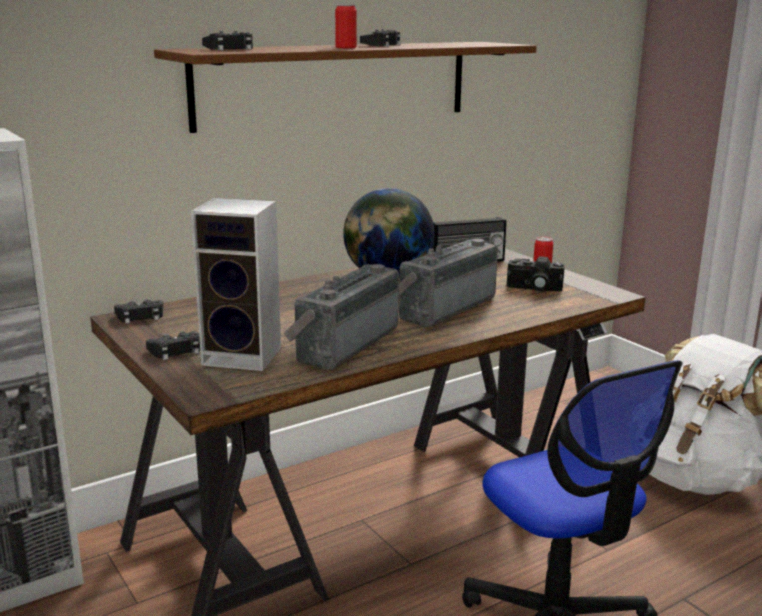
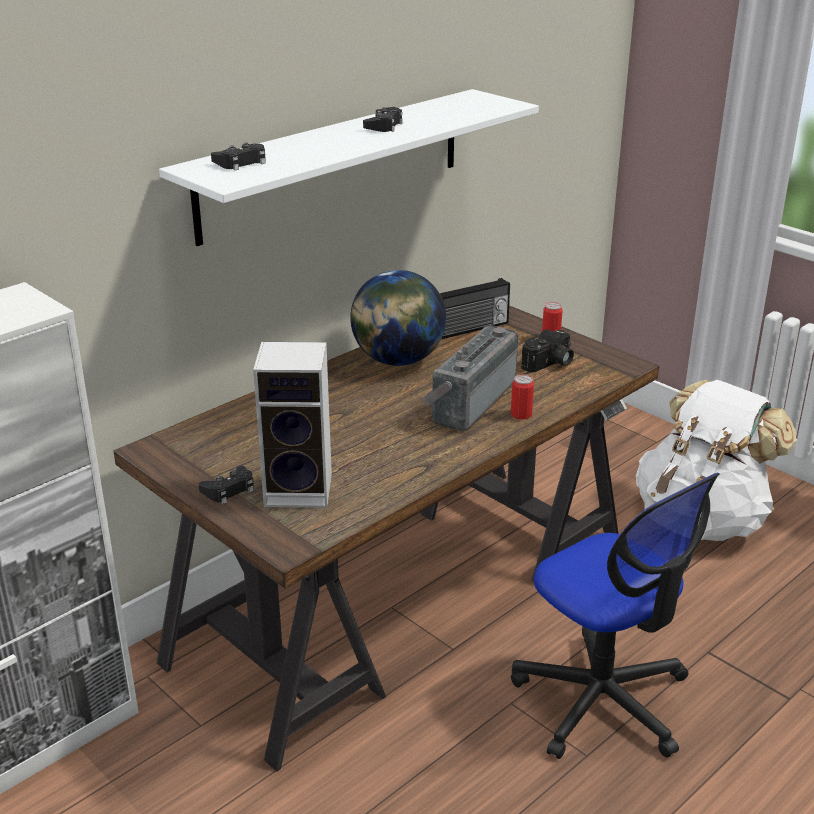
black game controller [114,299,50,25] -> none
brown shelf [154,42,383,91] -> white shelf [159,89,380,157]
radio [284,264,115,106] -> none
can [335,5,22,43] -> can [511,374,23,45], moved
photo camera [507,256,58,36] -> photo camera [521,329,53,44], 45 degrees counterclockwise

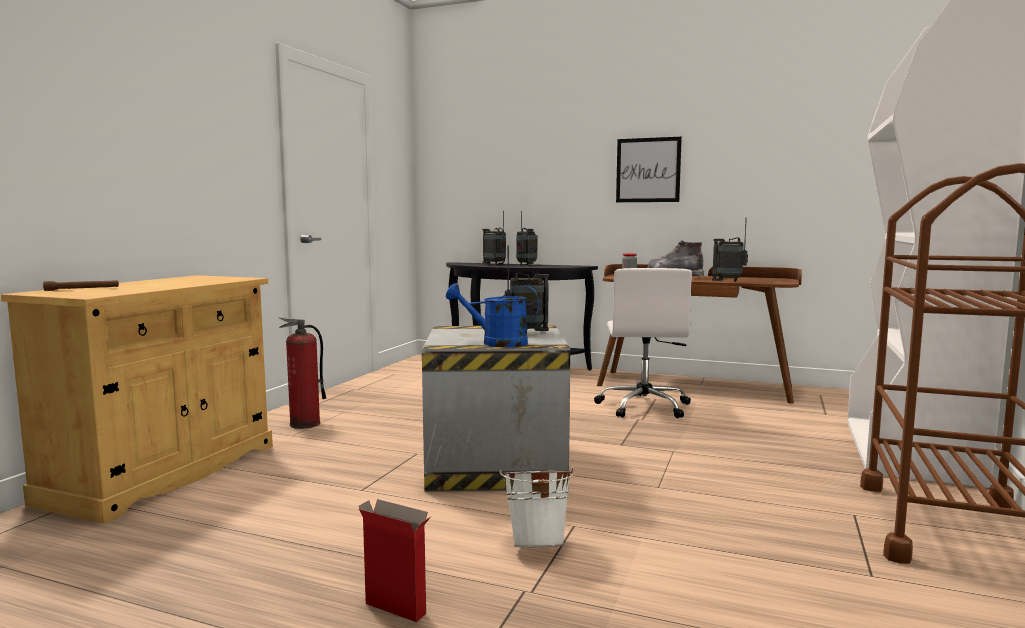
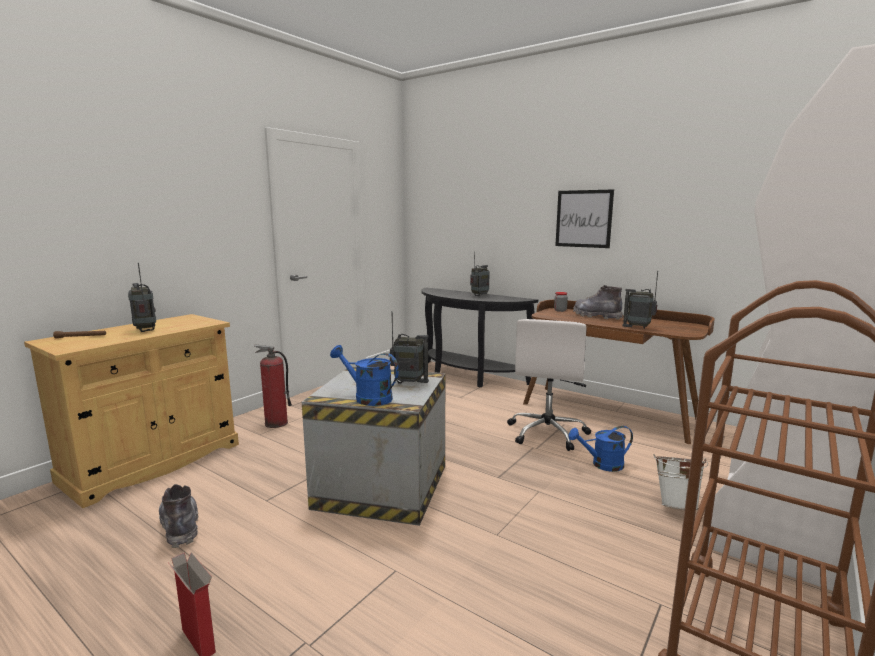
radio [482,211,24,54] -> radio [128,263,28,69], moved
white bucket [500,467,75,81] -> white bucket [653,454,55,56], moved
none -> grey boot [159,484,39,64]
none -> blue watering can [568,426,65,46]

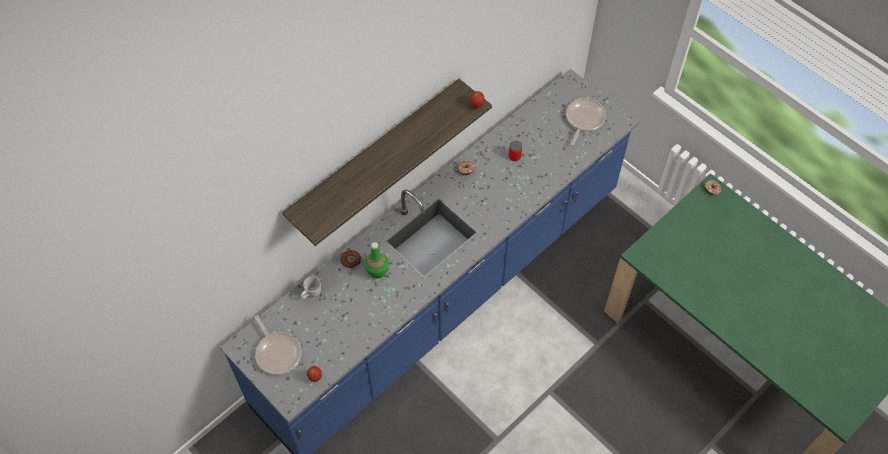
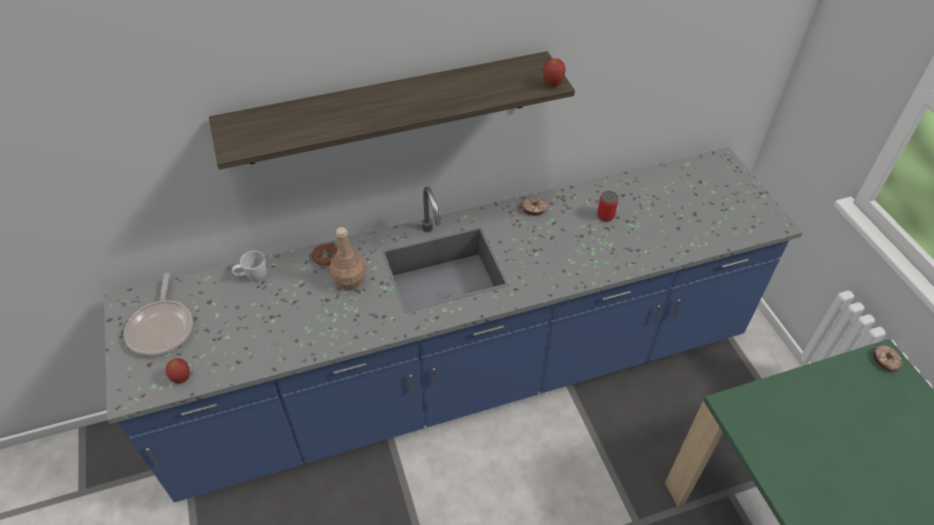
green bottle [365,242,24,36] -> brown bottle [330,227,36,64]
frying pan [566,98,40,47] -> none

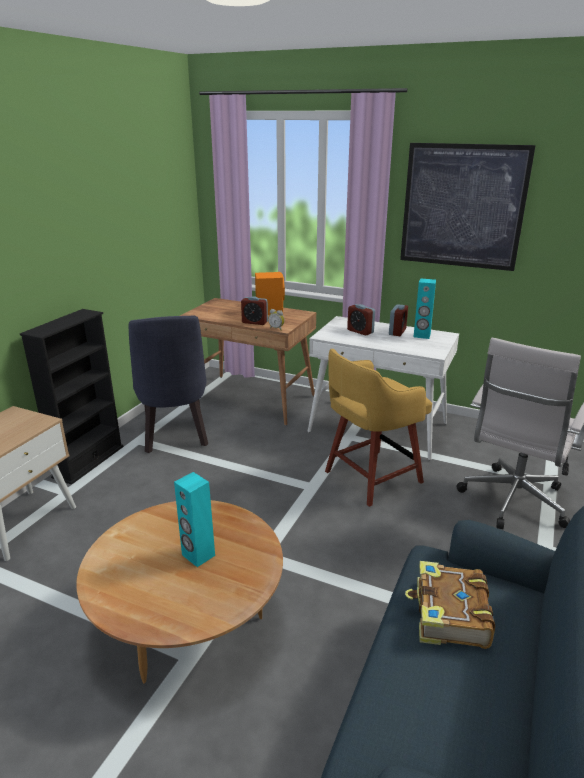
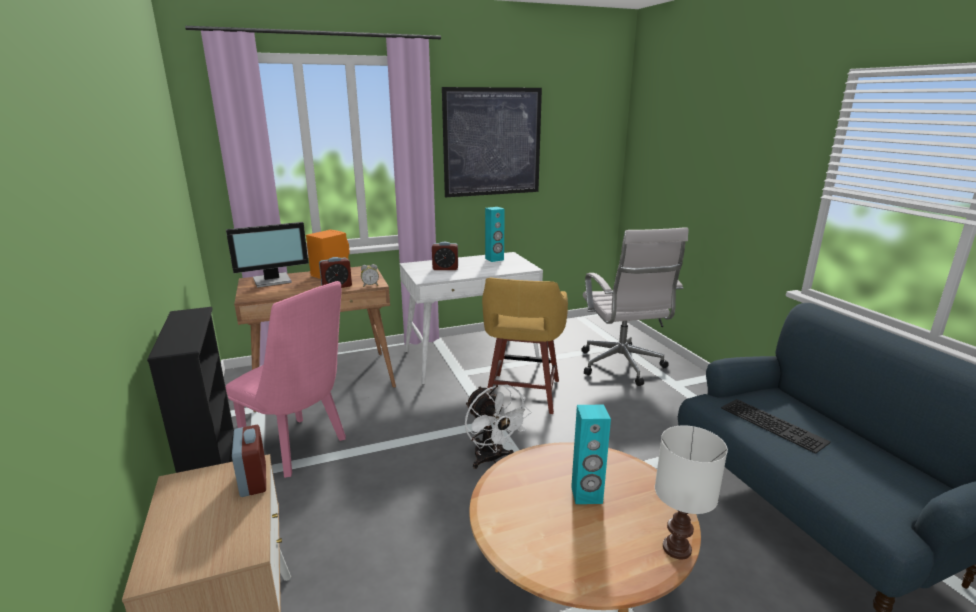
blue chair [129,316,79,137] -> pink chair [226,281,120,197]
alarm clock [389,304,19,32] -> alarm clock [232,425,34,72], moved
book [405,561,90,88] -> keyboard [721,399,110,55]
none -> monitor [226,222,83,66]
none -> white fan [465,385,66,84]
none -> white table lamp [655,425,73,134]

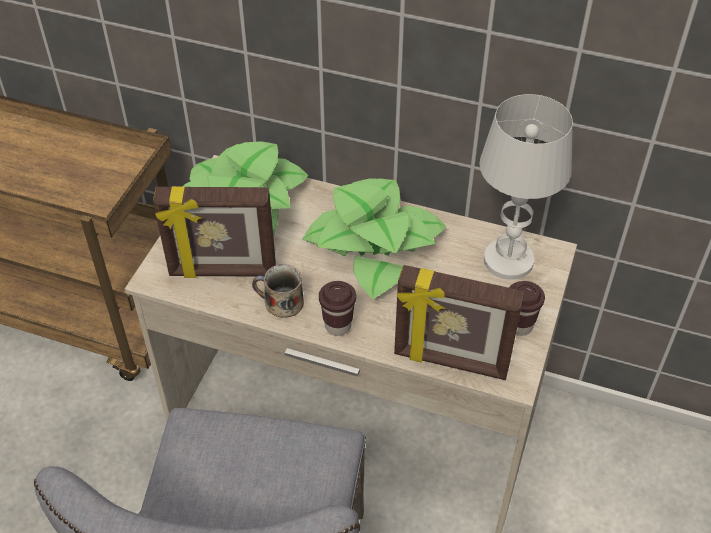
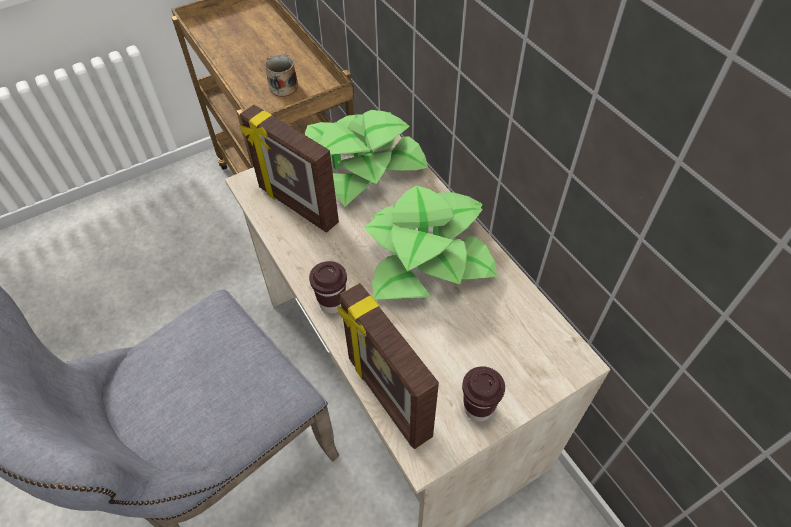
mug [252,264,52,53] -> mug [265,54,33,43], moved
white table lamp [479,94,94,186] -> none

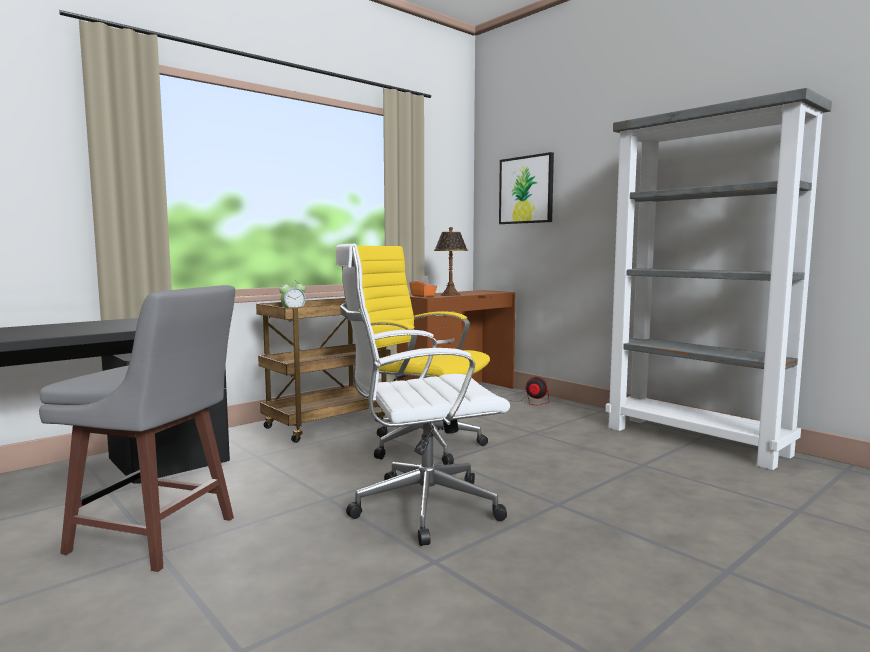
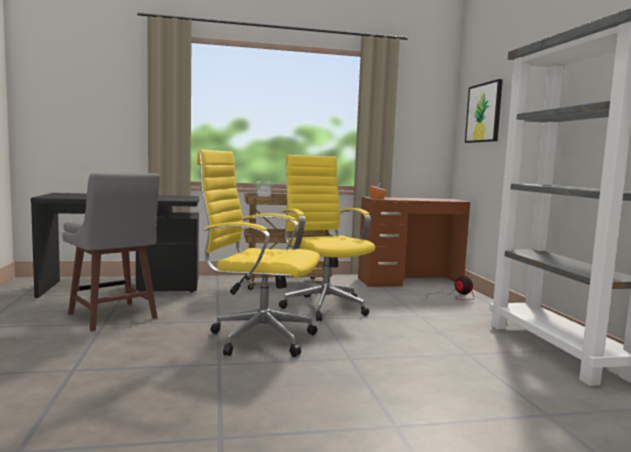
white office chair [336,244,174,302] -> yellow office chair [196,149,124,208]
table lamp [434,227,34,69] -> none

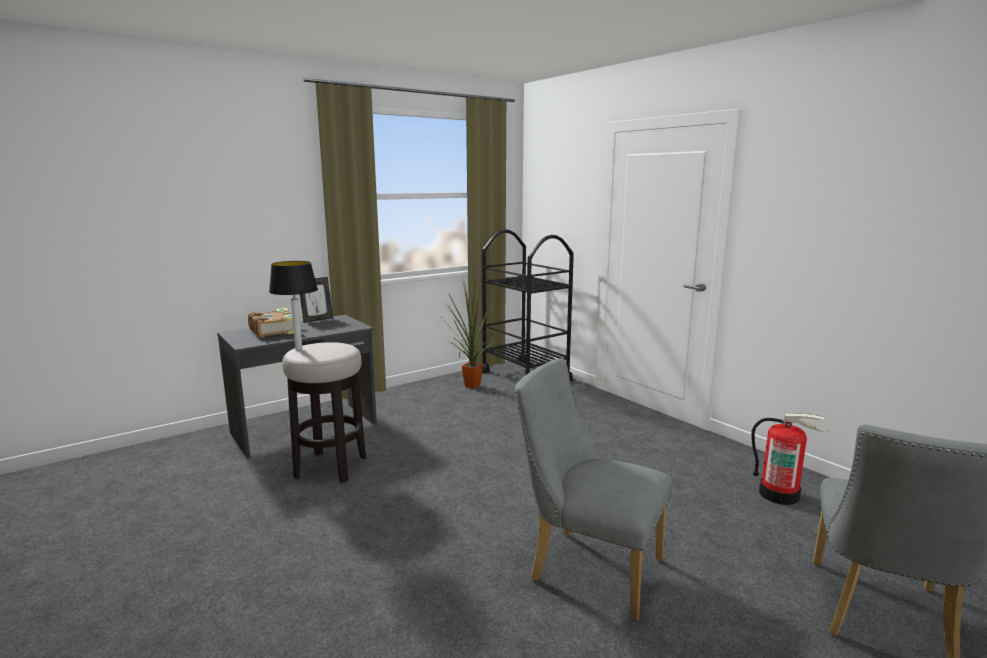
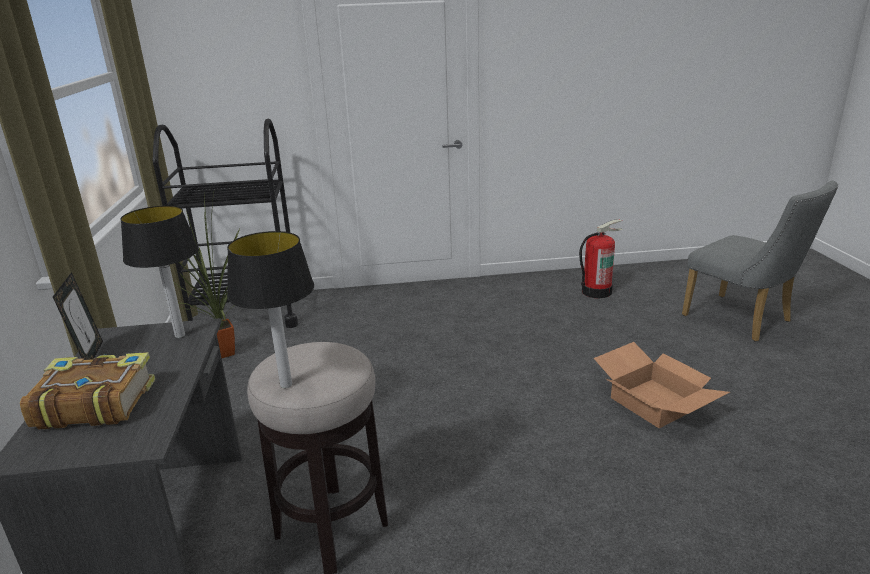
grey chair [514,358,158,263] -> cardboard box [594,342,136,87]
none -> table lamp [120,206,78,132]

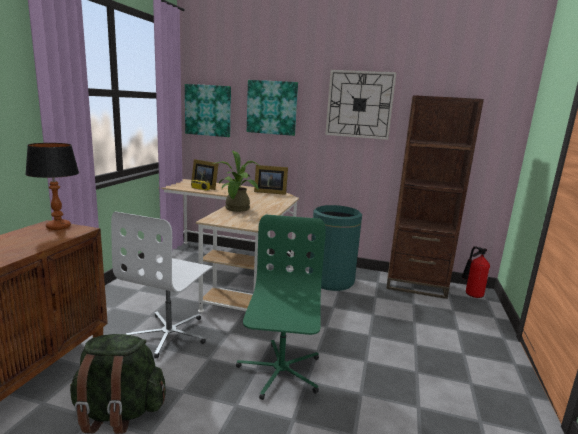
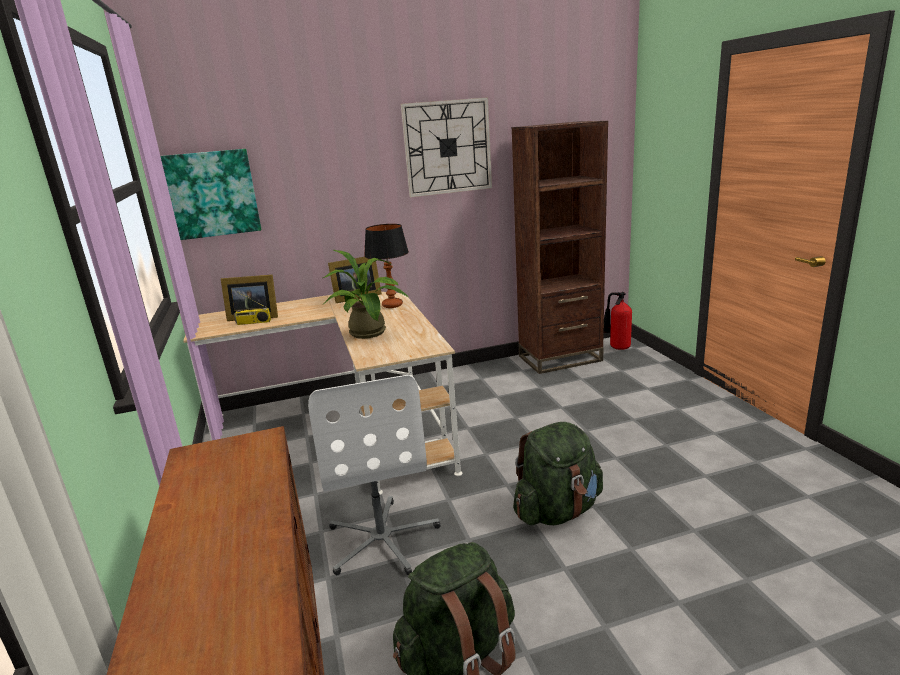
table lamp [25,143,54,87] -> table lamp [364,224,45,84], moved
green office chair [236,214,90,186] -> green backpack [513,422,90,103]
picture [247,80,51,56] -> none
green trash can [309,205,53,86] -> none

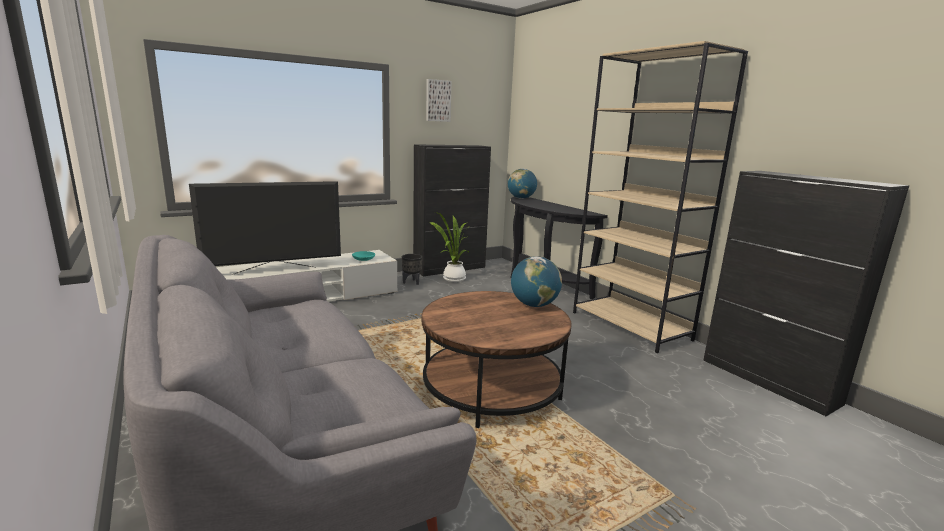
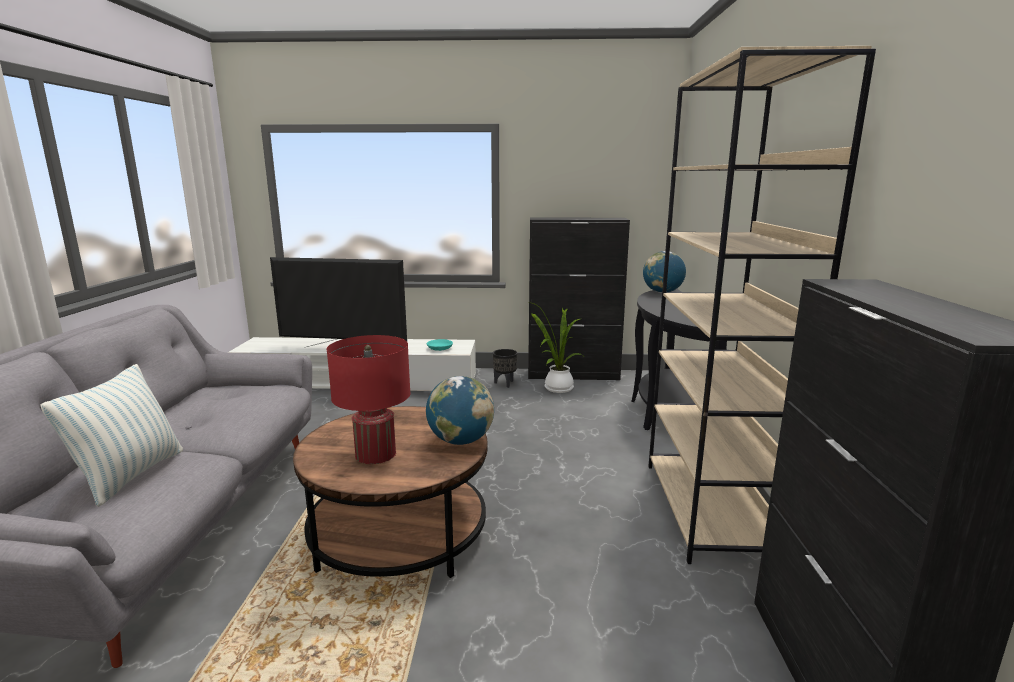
picture [426,79,26,43] -> none
none -> pillow [40,364,143,143]
none -> red table lamp [327,335,84,129]

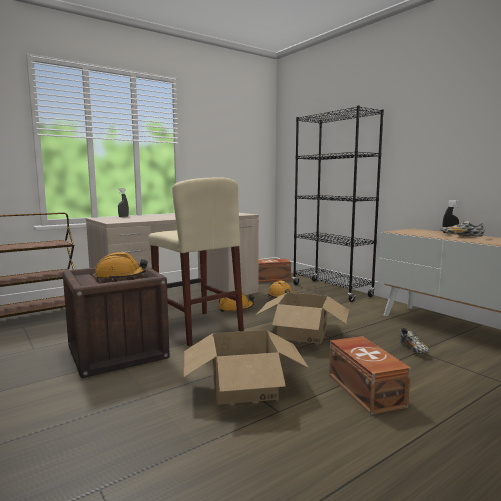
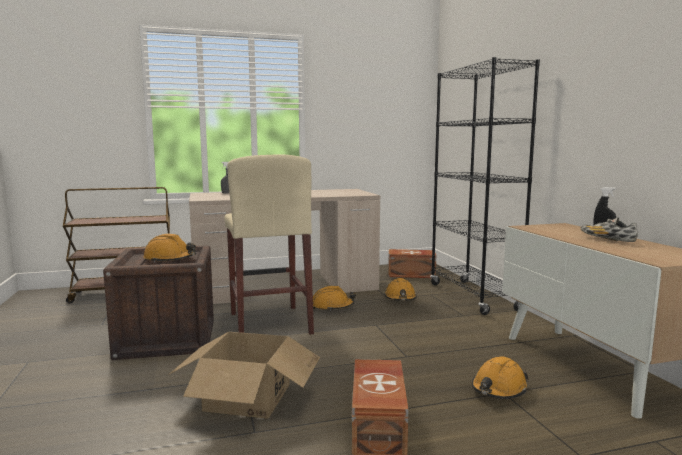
cardboard box [256,293,93,51] -> none
shoe [399,328,31,26] -> orange hard hat [471,357,58,42]

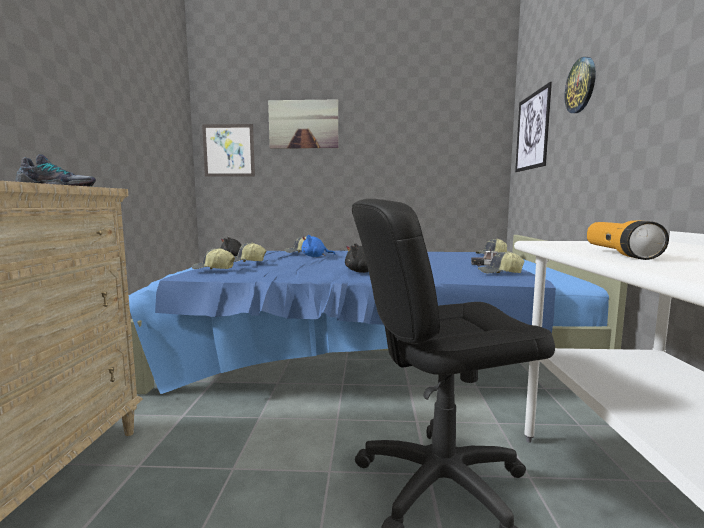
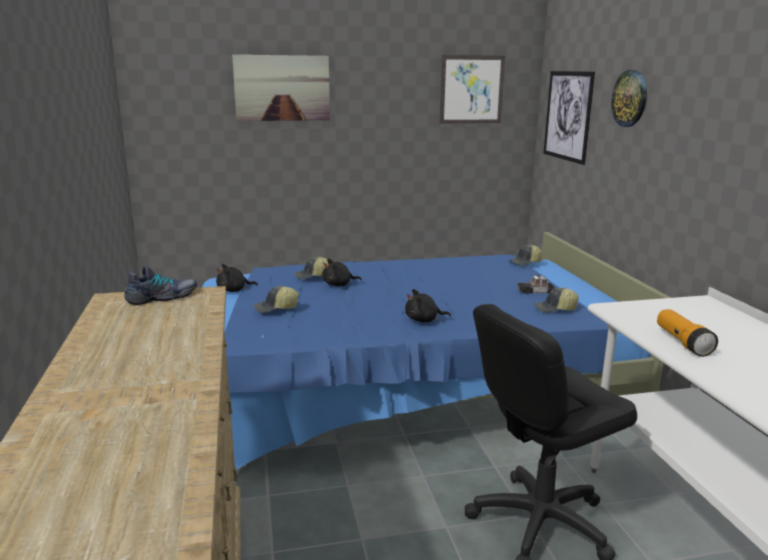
cap [192,248,43,21] -> none
picture [202,124,53,53] -> picture [439,55,66,69], moved
blue plush toy [301,235,34,22] -> black plush toy [322,258,40,28]

